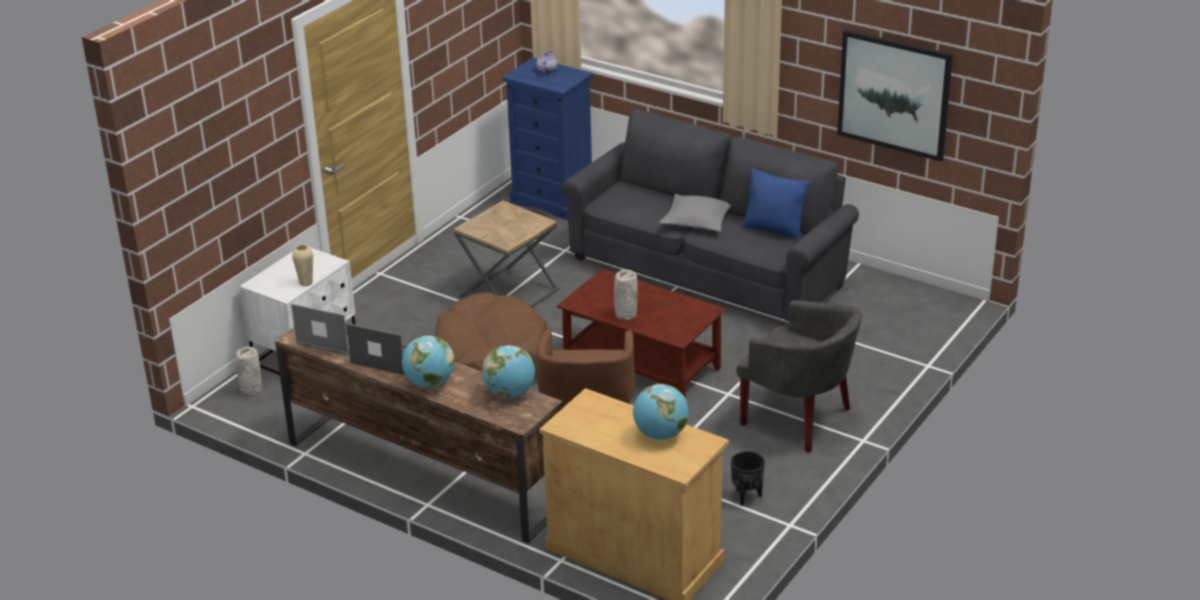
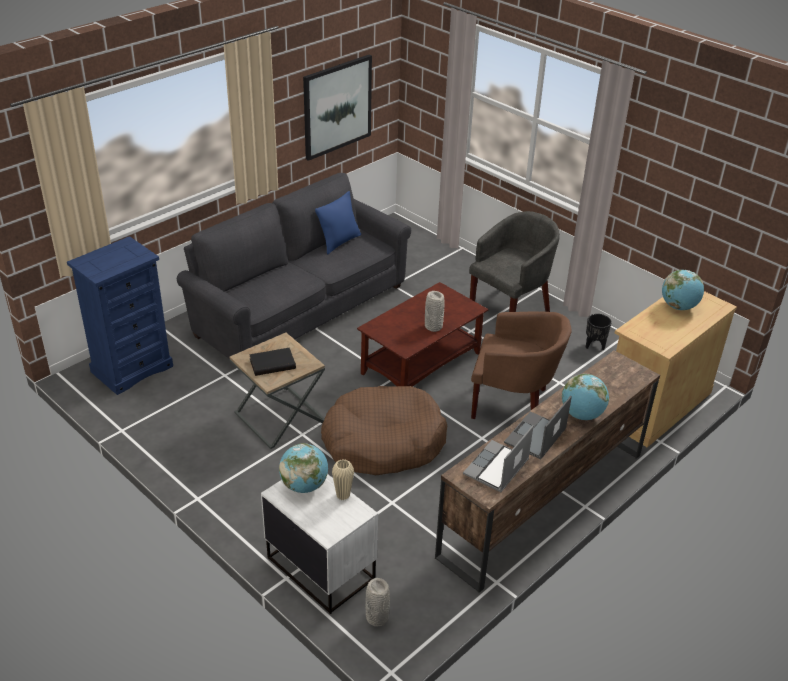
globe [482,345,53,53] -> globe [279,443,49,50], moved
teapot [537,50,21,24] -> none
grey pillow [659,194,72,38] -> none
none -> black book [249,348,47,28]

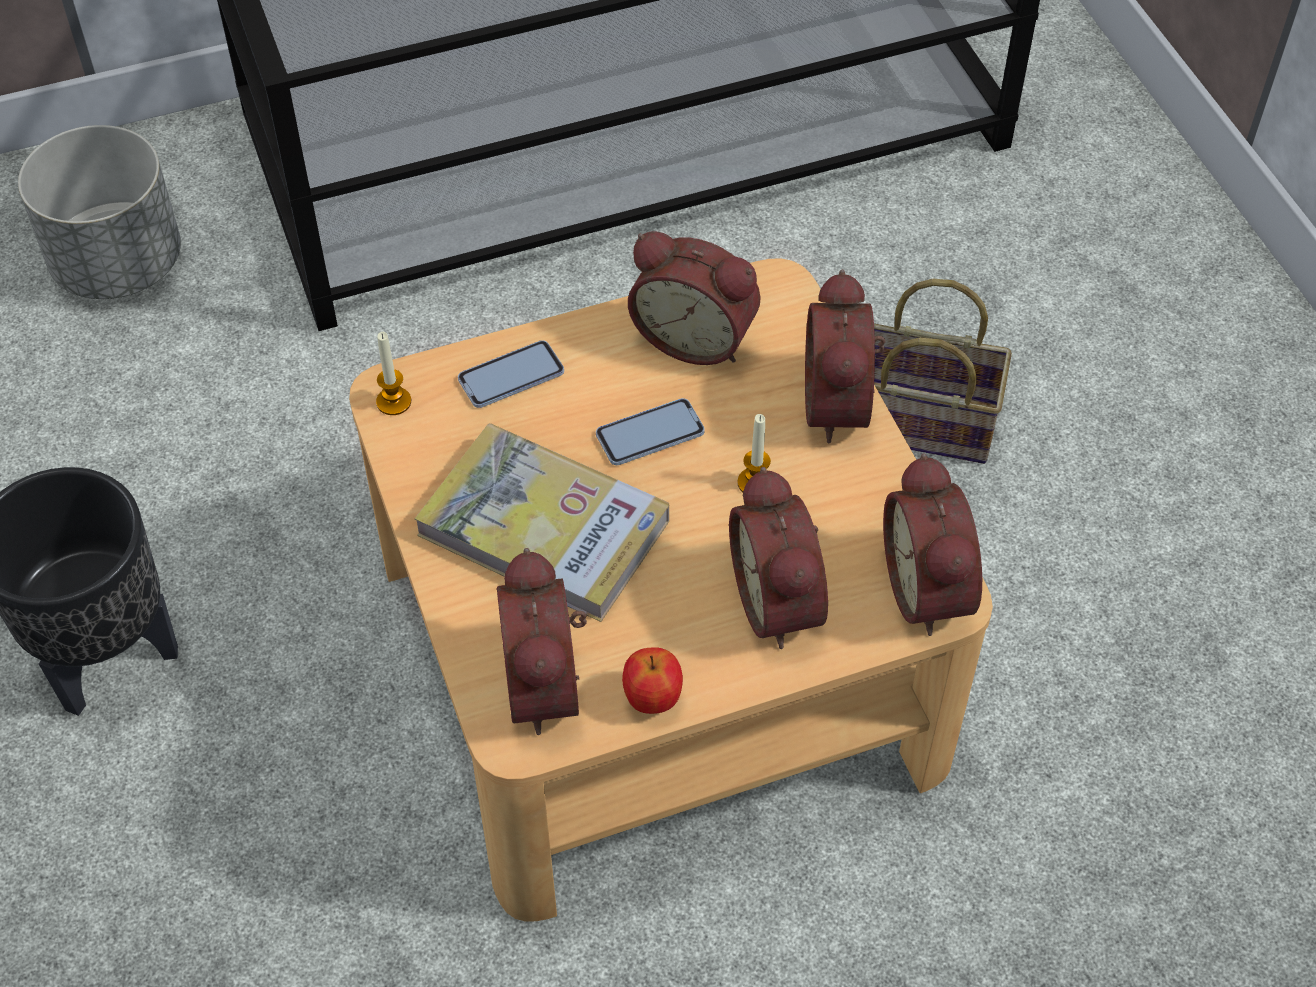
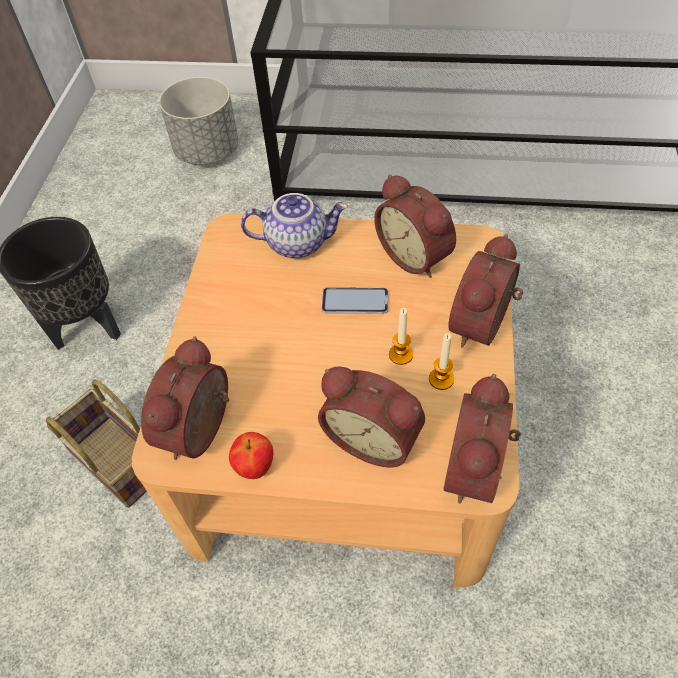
candle [376,332,35,83] -> candle [429,333,25,57], moved
book [415,423,254,199] -> none
phone [458,340,106,68] -> teapot [241,193,107,66]
alarm clock [729,467,99,182] -> alarm clock [318,367,107,101], 75 degrees counterclockwise
basket [874,279,138,185] -> basket [46,380,101,128], moved

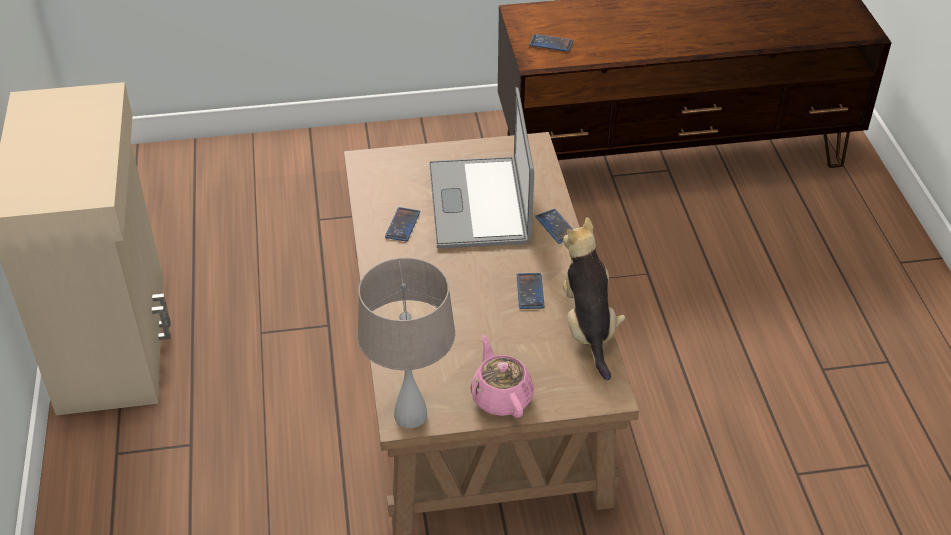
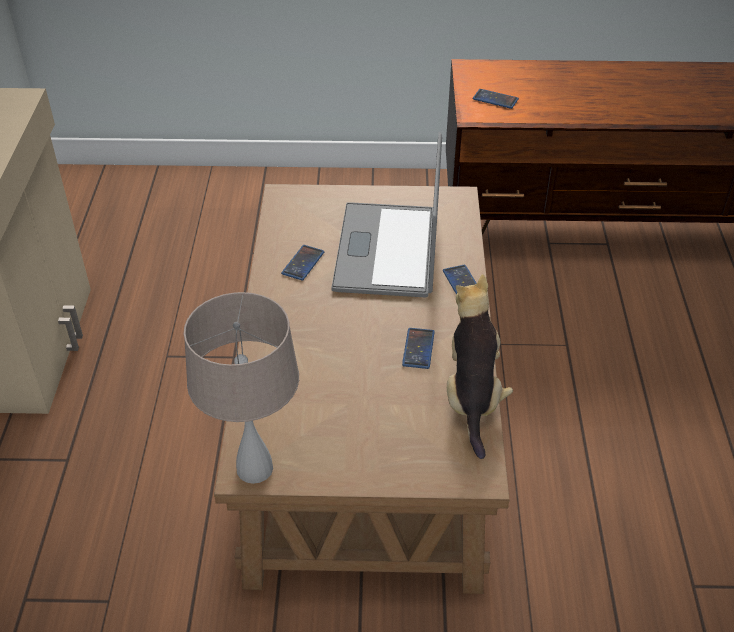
pink teapot [471,335,63,83] -> none

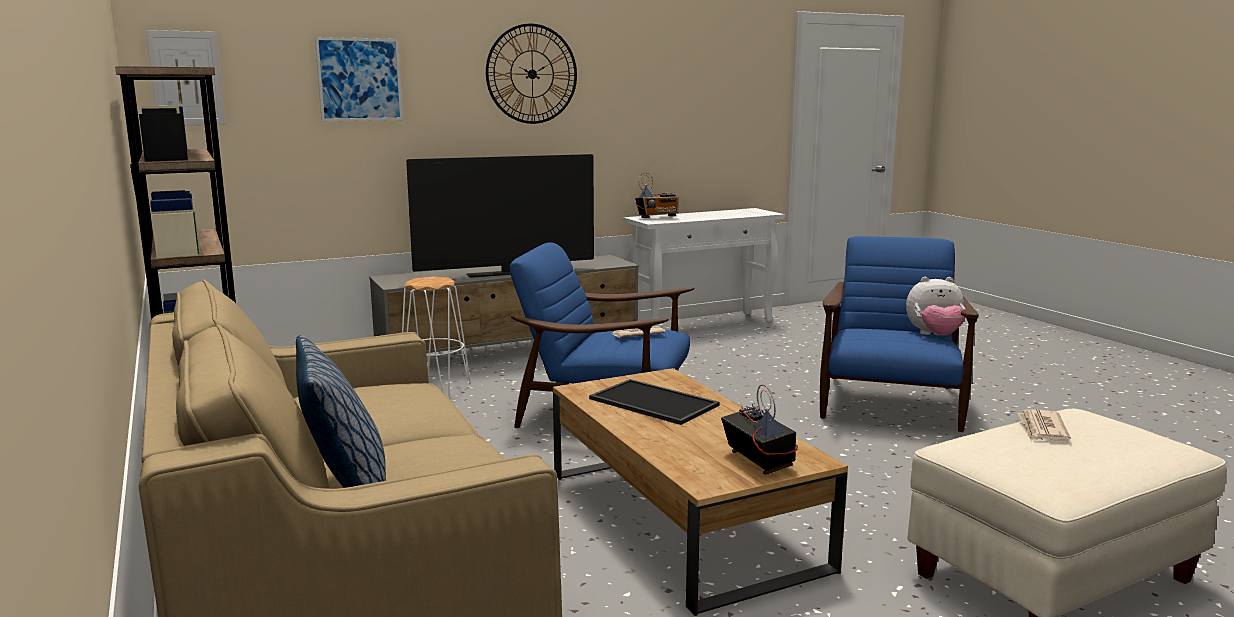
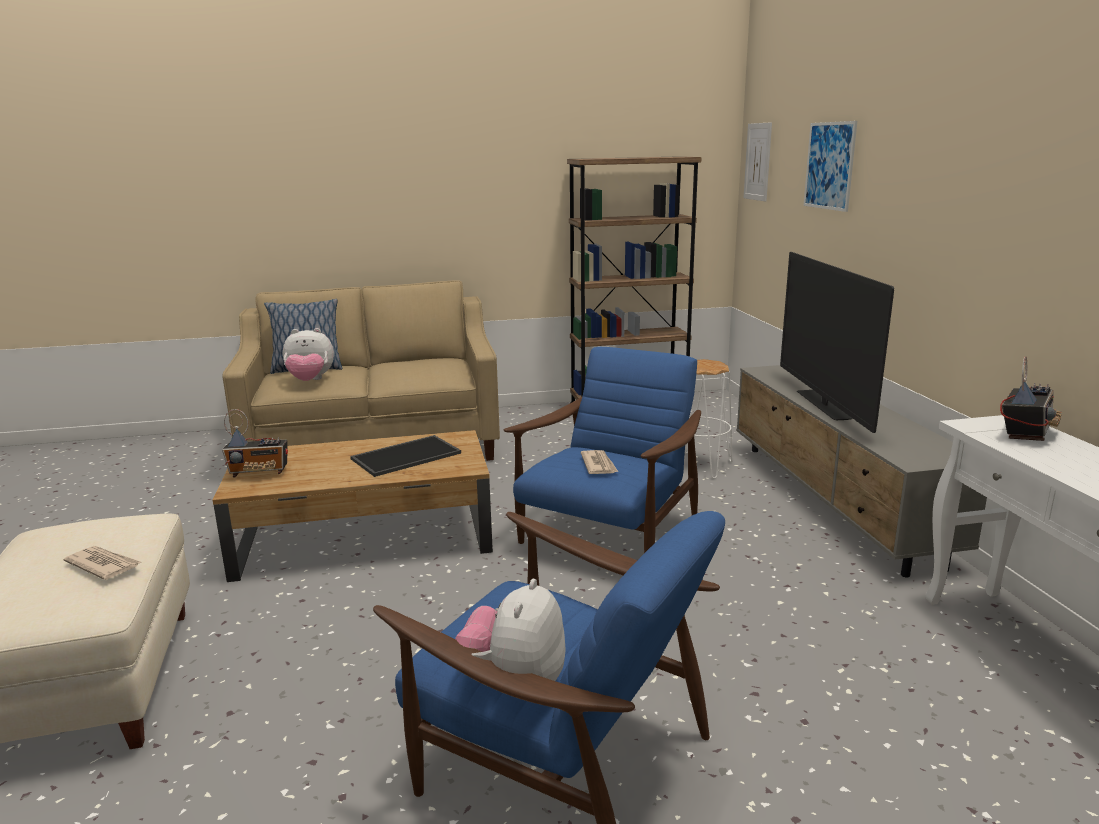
wall clock [486,24,91,100] -> none
radio [635,172,44,46] -> radio [1000,356,61,85], 135 degrees counterclockwise
none -> plush toy [283,328,51,53]

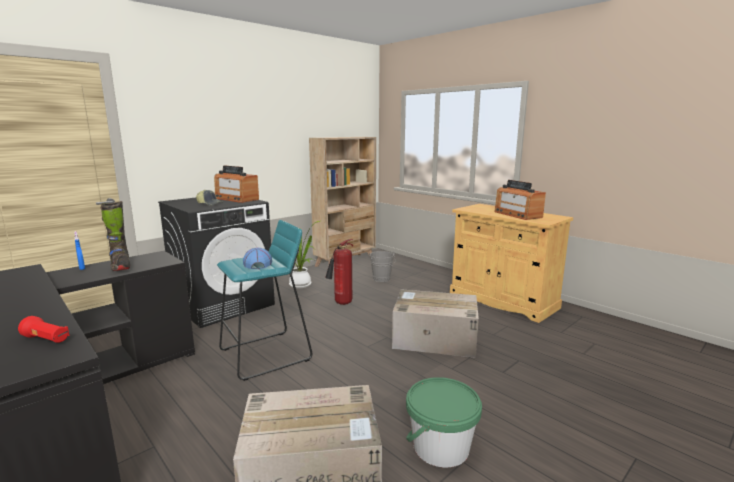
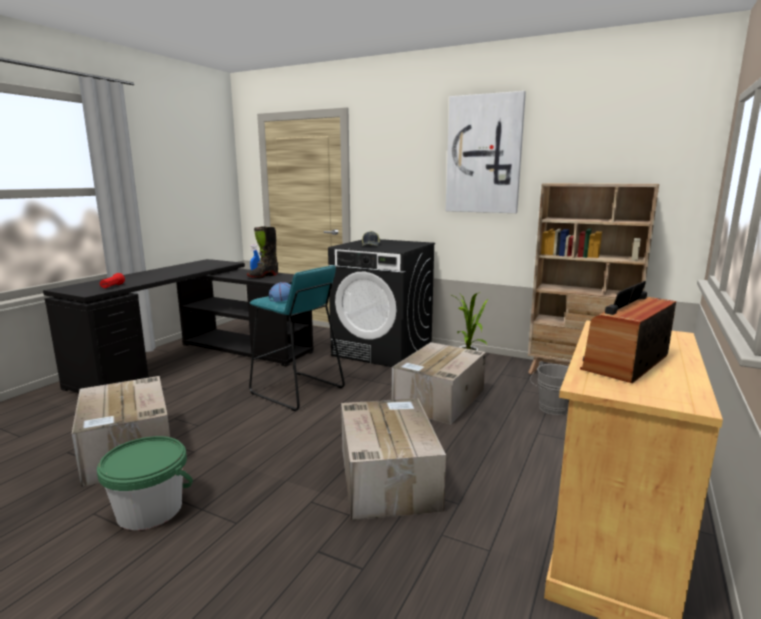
radio [214,165,45,38] -> none
fire extinguisher [325,239,28,66] -> cardboard box [392,342,94,82]
none -> picture [446,91,80,122]

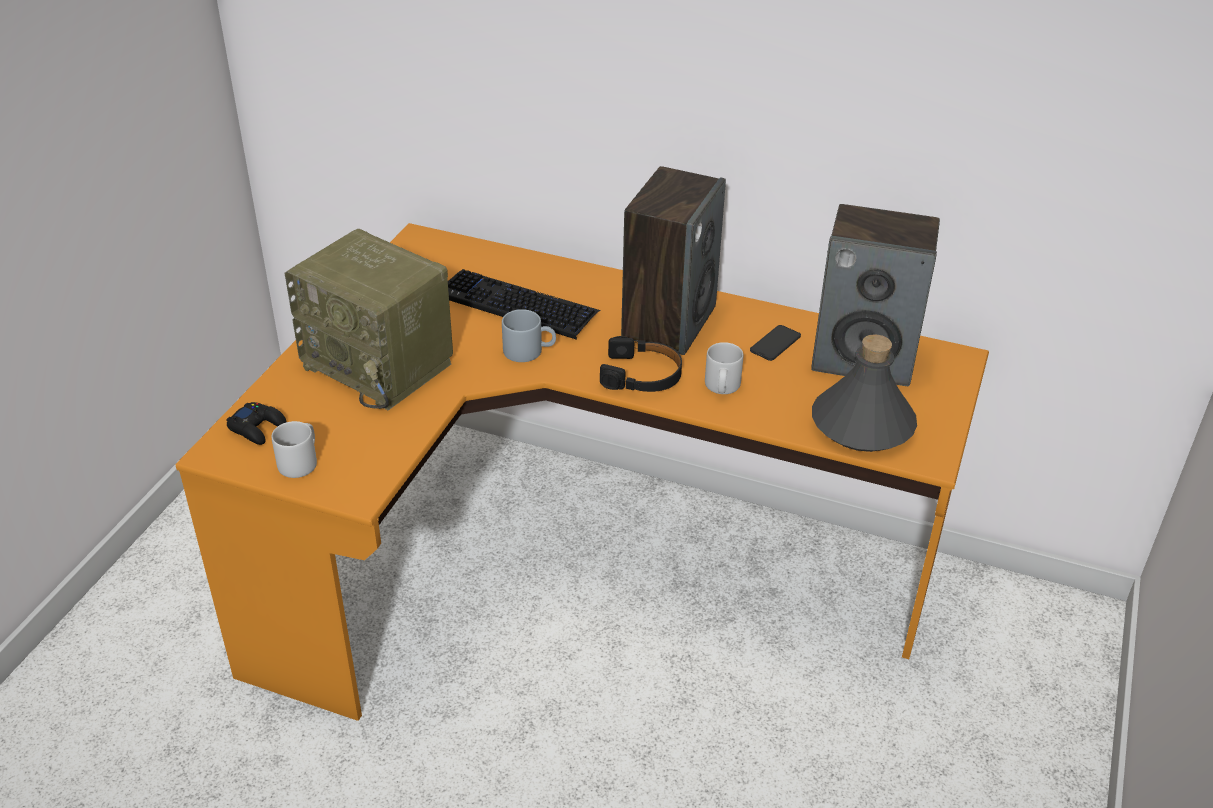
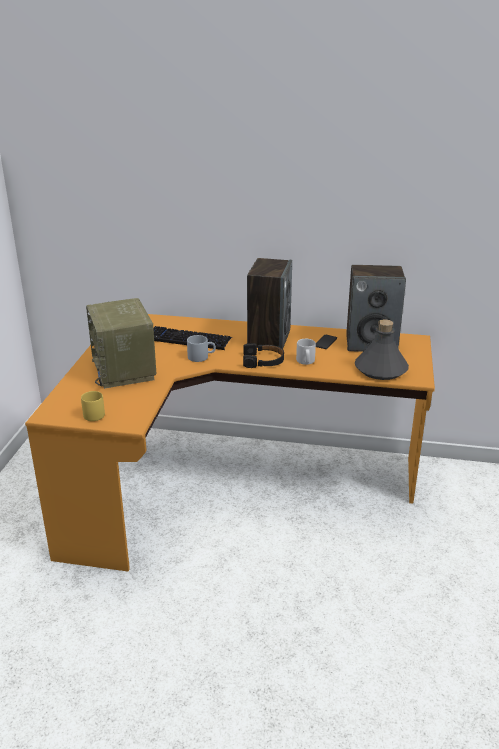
black game controller [226,402,60,43] -> none
grey mug [272,421,45,57] -> yellow mug [81,391,24,30]
radio [285,229,168,181] -> radio [86,298,70,91], 45 degrees clockwise

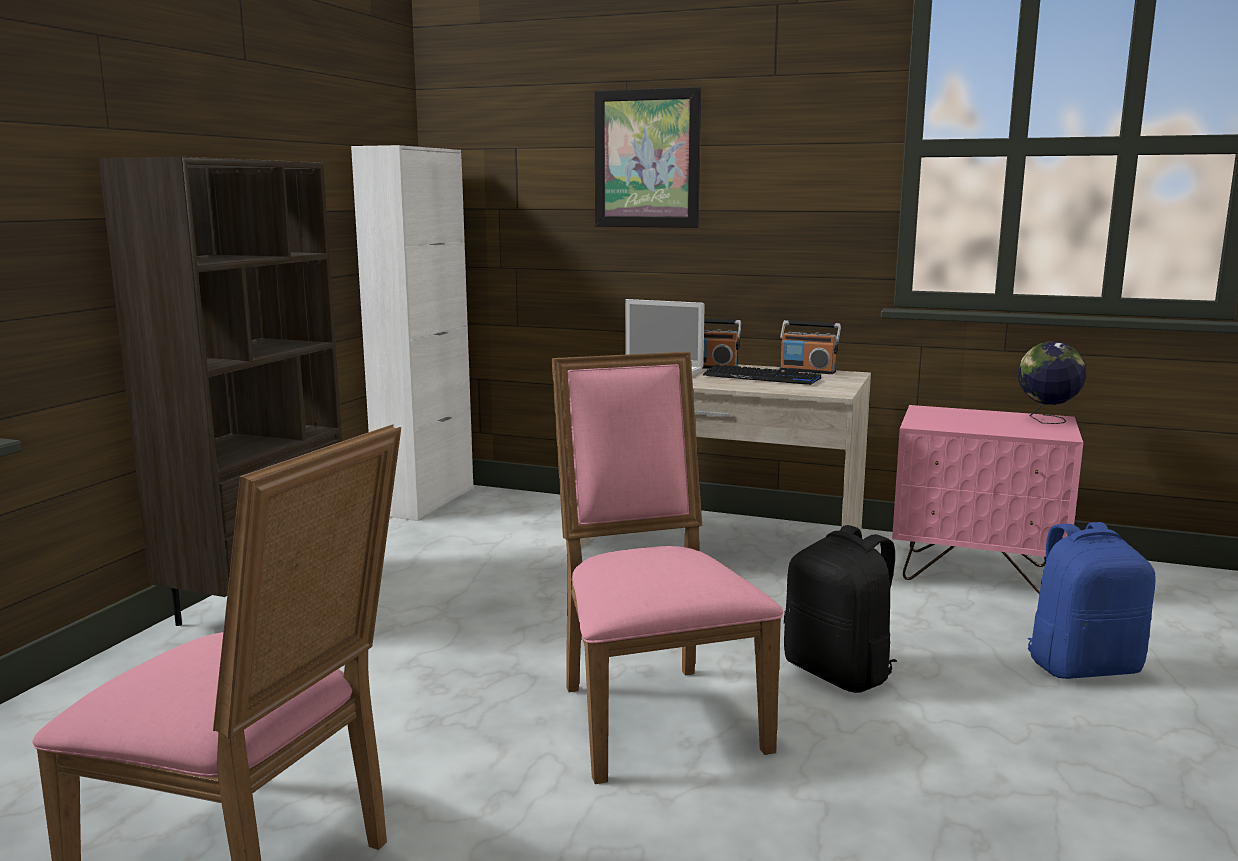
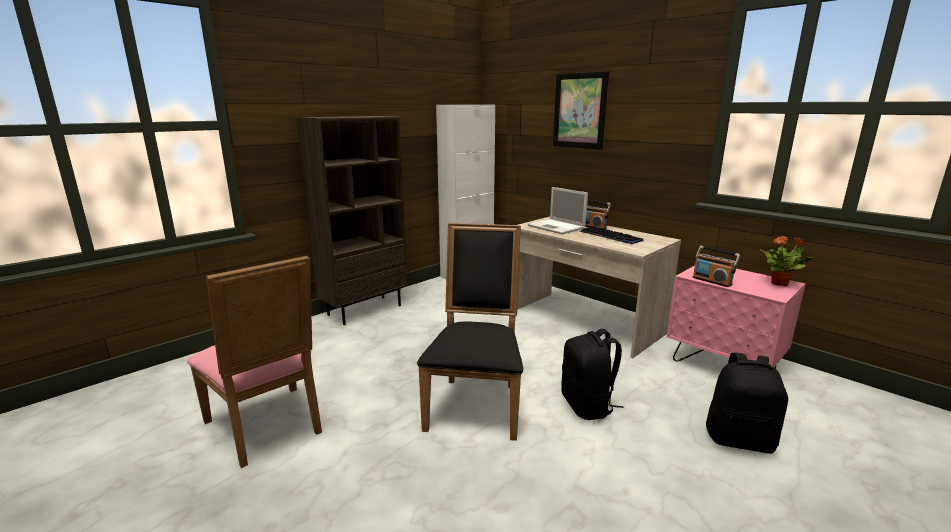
pink chair [552,352,231,432] -> black chair [417,223,106,218]
radio [780,320,61,54] -> radio [693,246,47,41], moved
globe [1018,342,68,82] -> potted plant [760,236,55,50]
blue backpack [1028,522,128,157] -> black backpack [706,353,82,101]

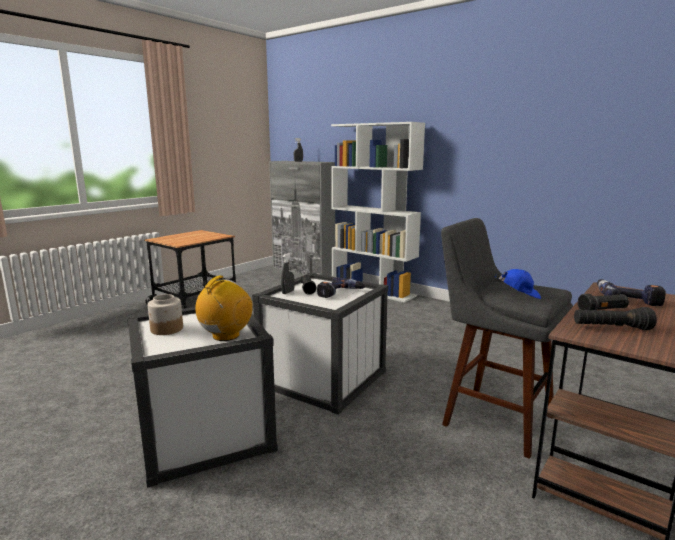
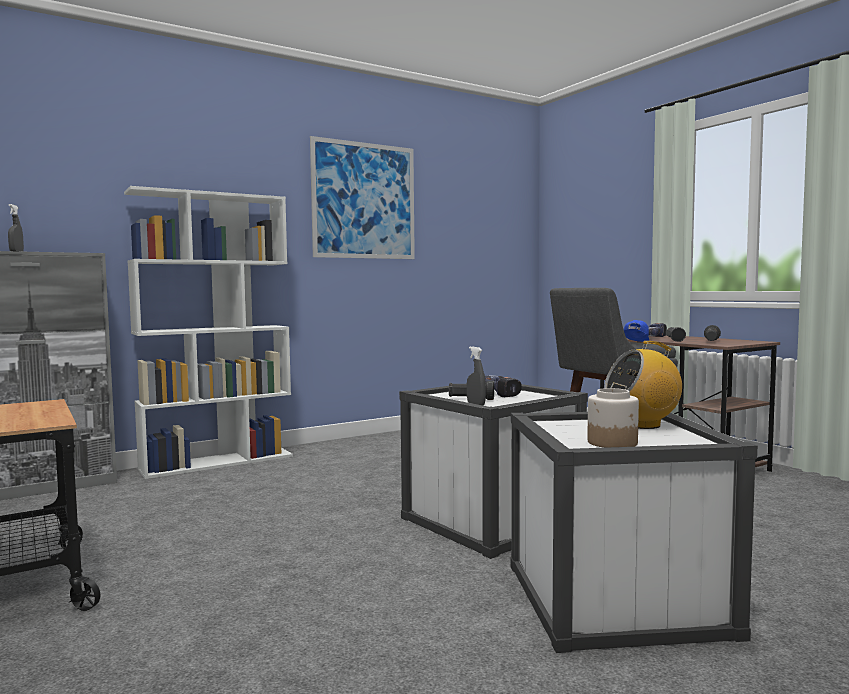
radio [195,275,58,66] -> radio [604,341,78,88], 60 degrees counterclockwise
none -> picture [310,136,105,123]

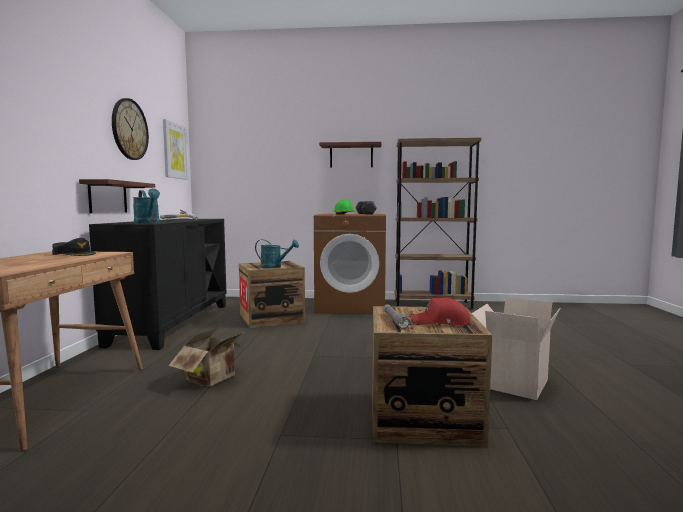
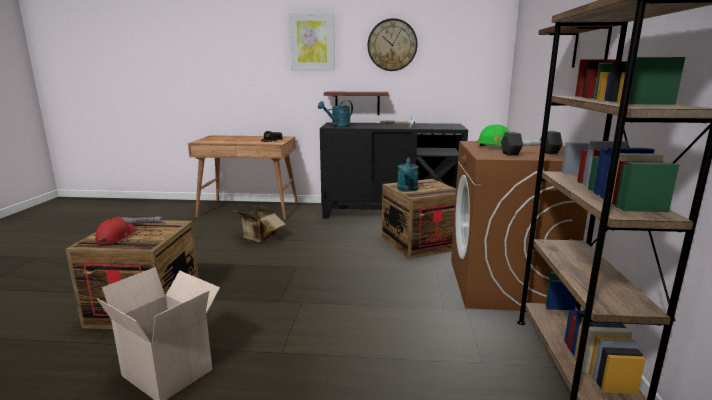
picture [163,119,25,61] -> picture [289,12,46,58], moved

